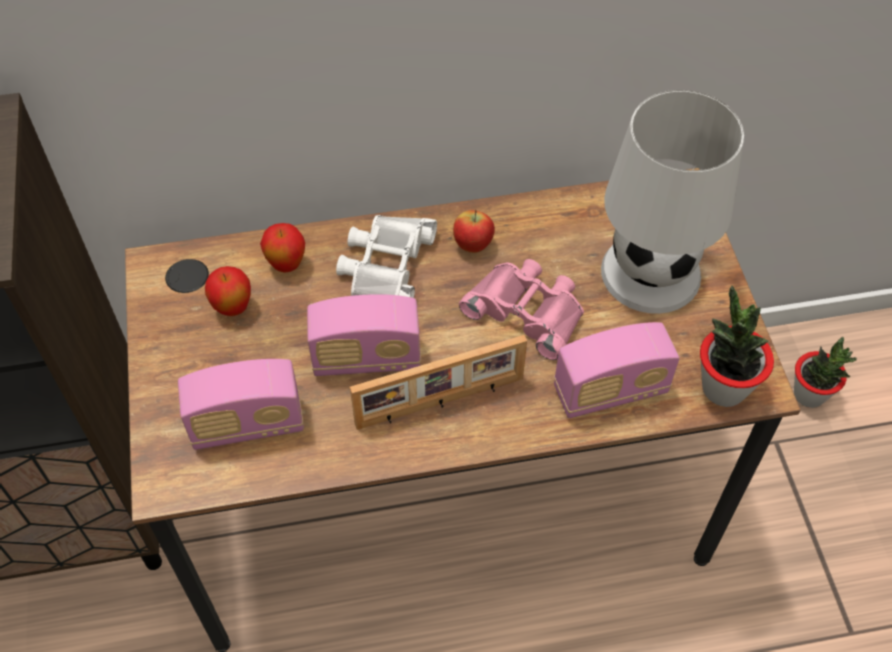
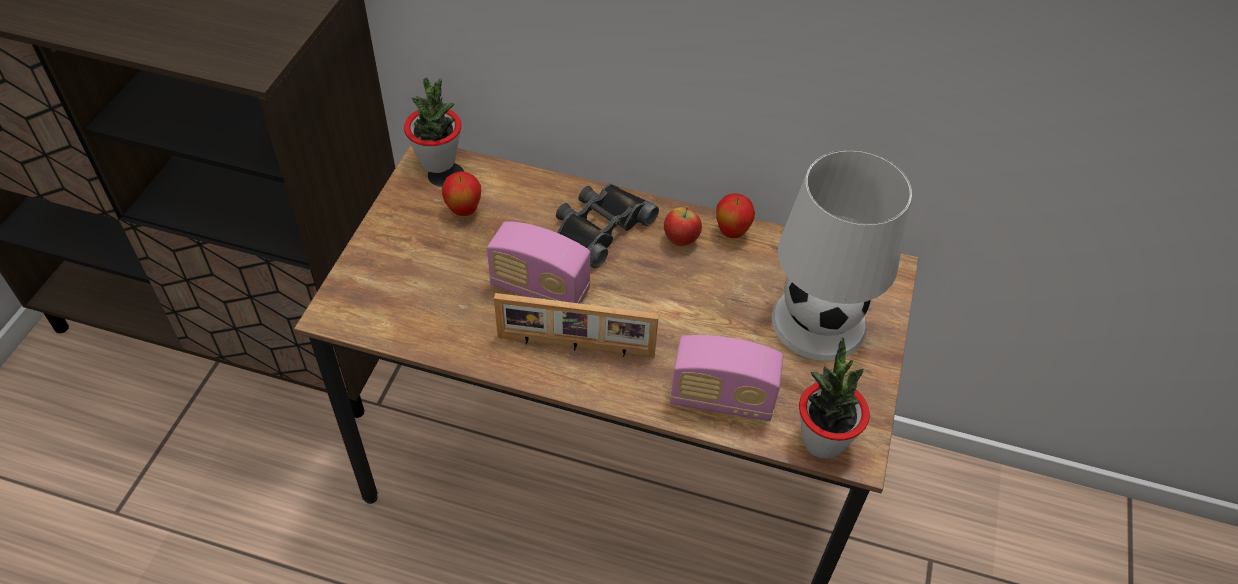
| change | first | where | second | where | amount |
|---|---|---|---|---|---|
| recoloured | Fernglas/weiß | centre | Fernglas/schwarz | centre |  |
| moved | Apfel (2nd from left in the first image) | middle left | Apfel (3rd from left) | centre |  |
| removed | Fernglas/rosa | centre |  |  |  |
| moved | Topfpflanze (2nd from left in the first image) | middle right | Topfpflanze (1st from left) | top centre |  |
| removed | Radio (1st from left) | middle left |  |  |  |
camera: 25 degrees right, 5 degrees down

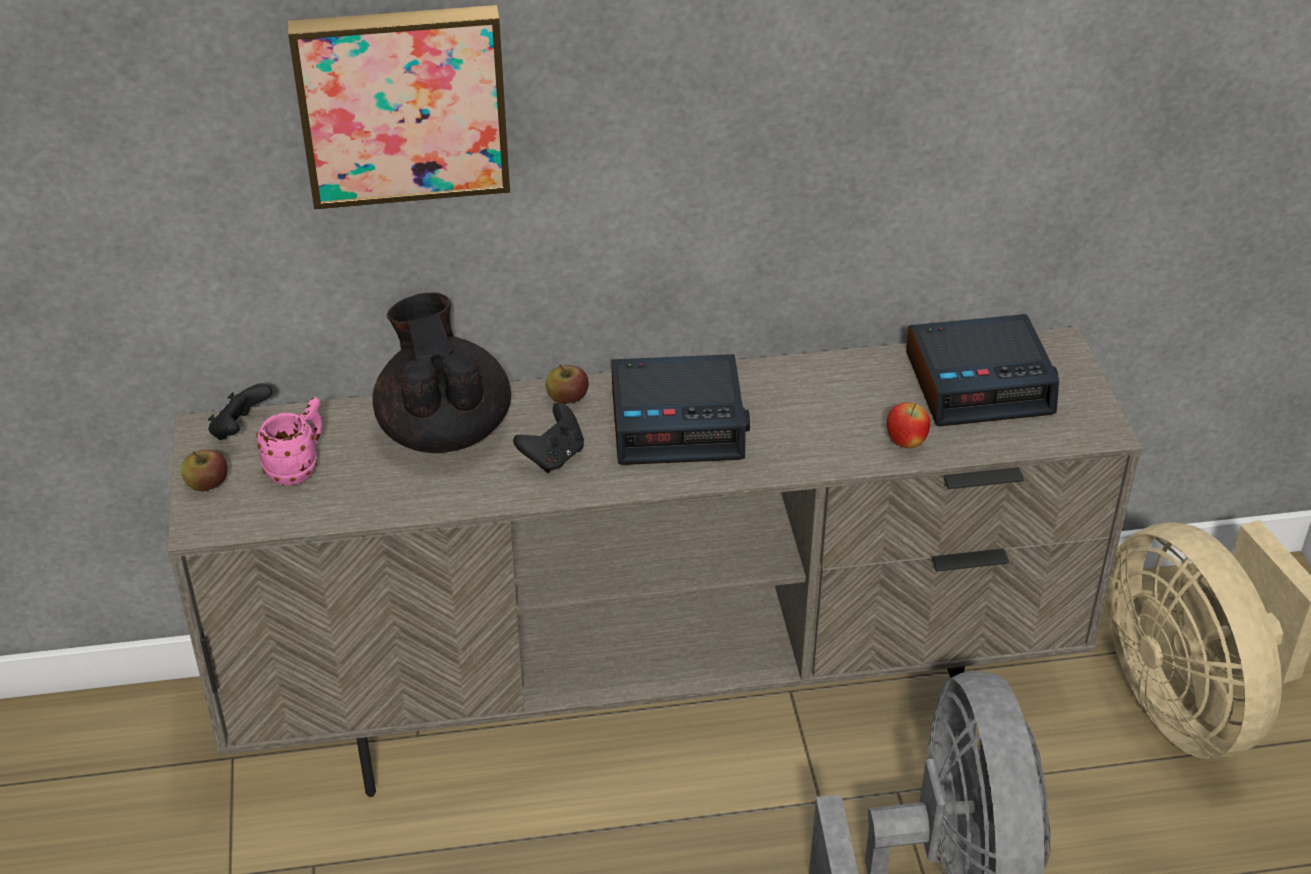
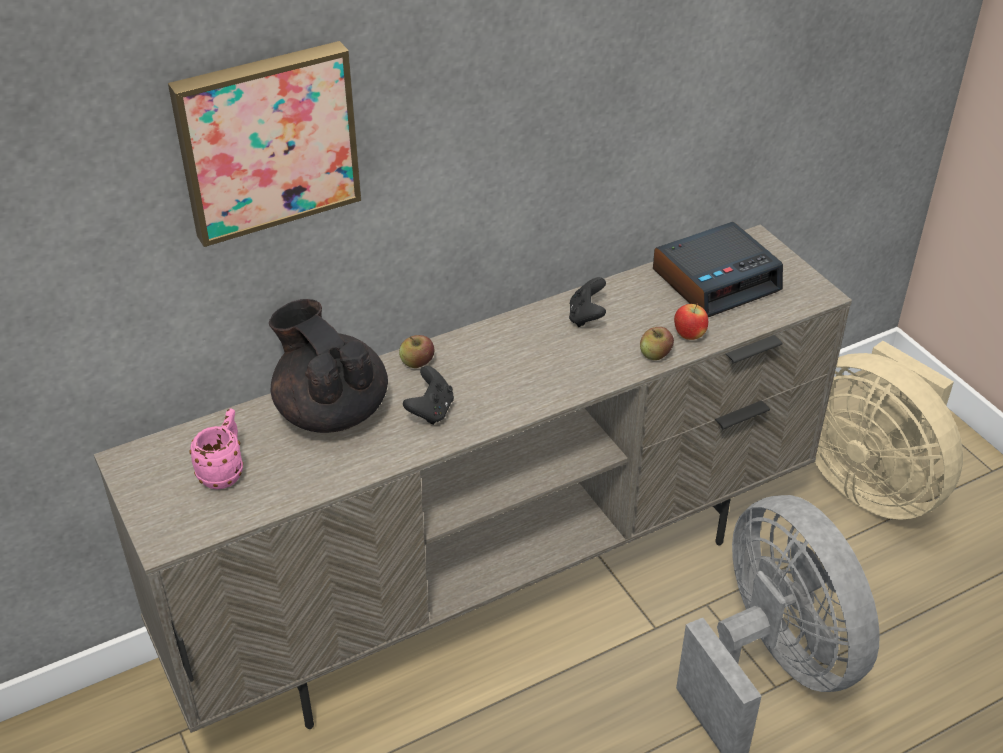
| change | first | where | second | where | amount |
|---|---|---|---|---|---|
| removed | Wecker (1st from left) | centre |  |  |  |
| moved | Gamepad/schwarz (1st from left in the first image) | middle left | Gamepad/schwarz (2nd from left) | centre |  |
| moved | Apfel (1st from left in the first image) | middle left | Apfel (2nd from left) | centre |  |
camera: 20 degrees left, 0 degrees up

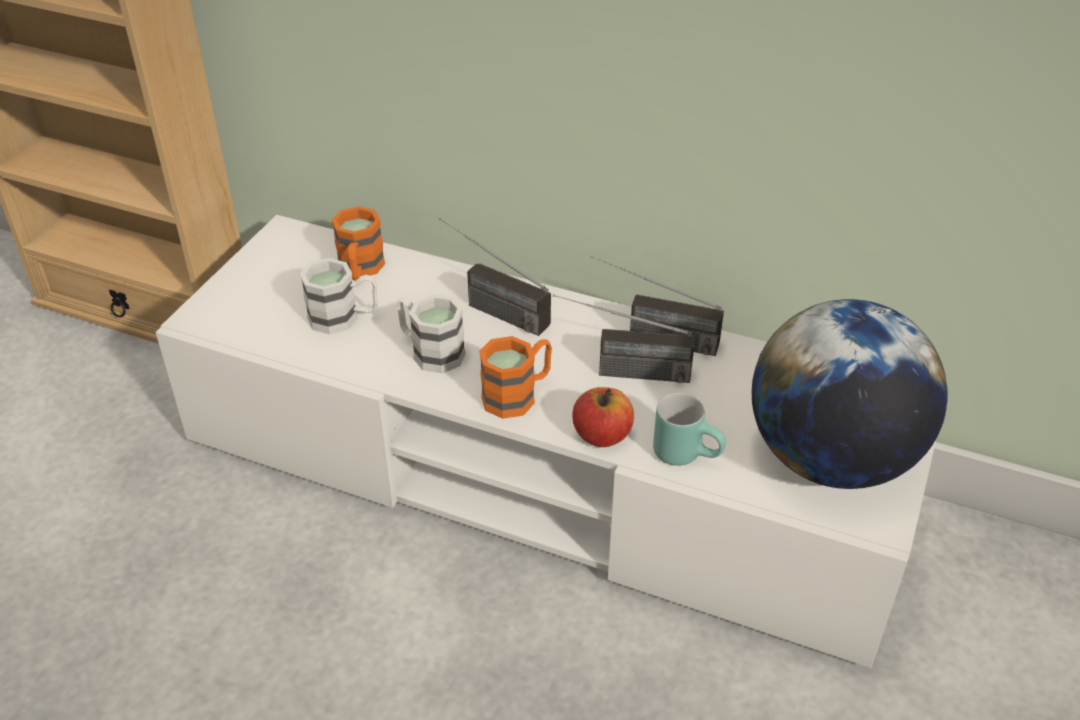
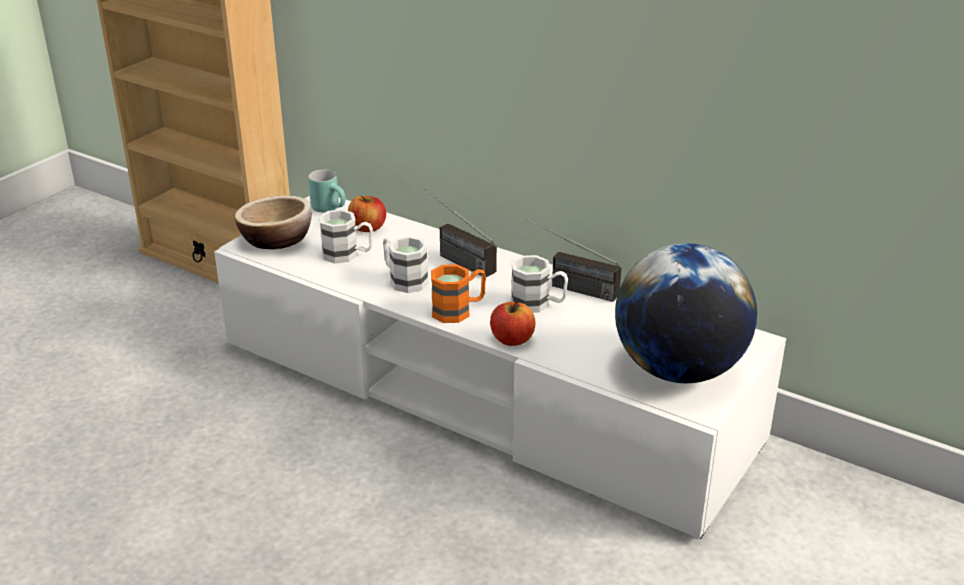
| change | first | where | second | where | amount |
|---|---|---|---|---|---|
| replaced | Henkelbecher/orange (1st from left) | middle left | Apfel (1st from left) | centre |  |
| replaced | Radio (2nd from left) | centre | Henkelbecher/weiß (3rd from left) | centre |  |
| moved | Henkelbecher/türkis | centre |  | top centre |  |
| added |  |  | Schüssel | middle left |  |
camera: 10 degrees right, 10 degrees down

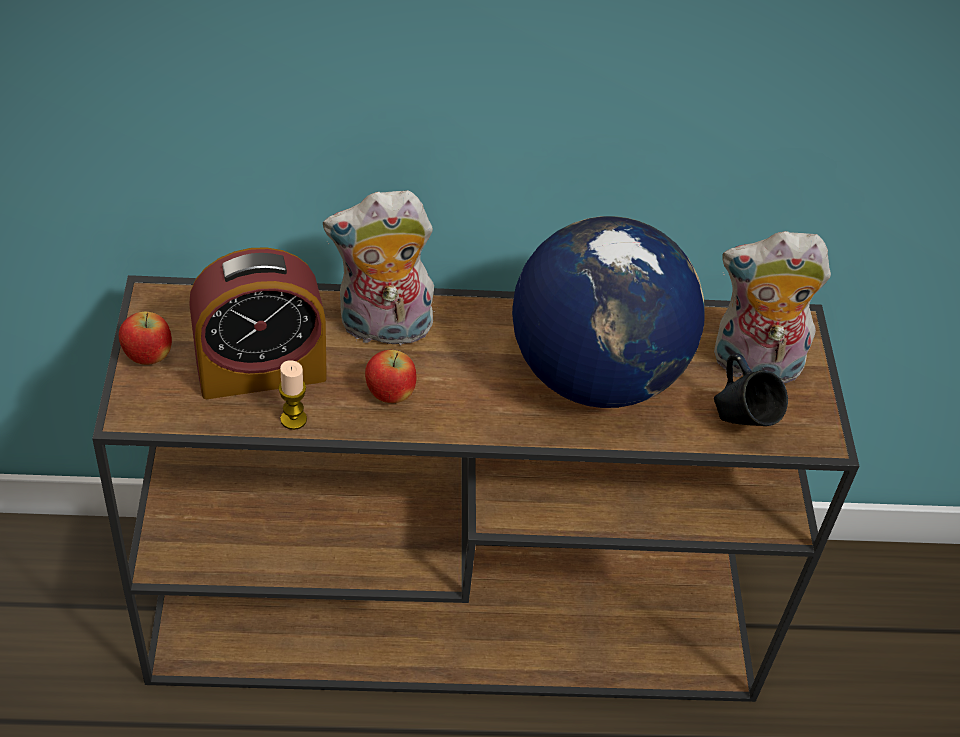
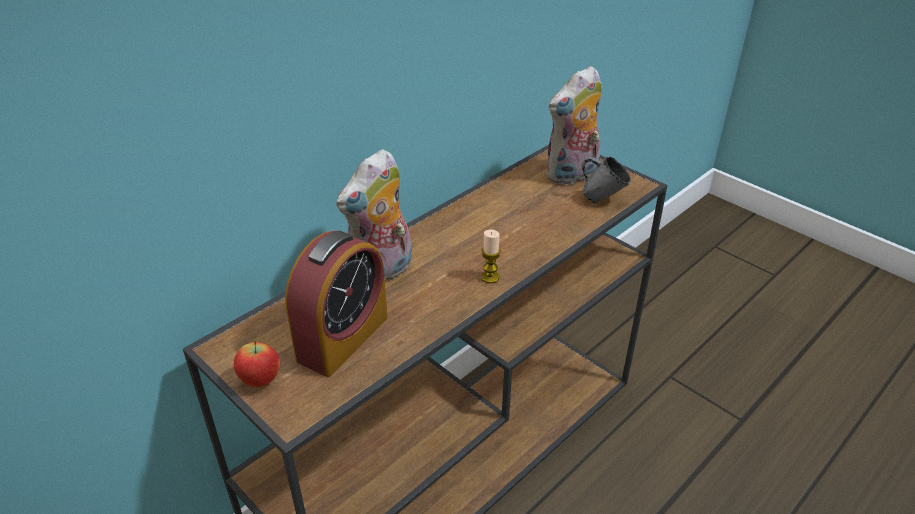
| change | first | where | second | where | amount |
|---|---|---|---|---|---|
| removed | Globus | centre |  |  |  |
| removed | Apfel (2nd from left) | centre |  |  |  |
| recoloured | Henkelbecher/blau | middle right | Henkelbecher/grau | centre |  |
| moved | Kerze | middle left |  | centre |  |
camera: 40 degrees left, 10 degrees down

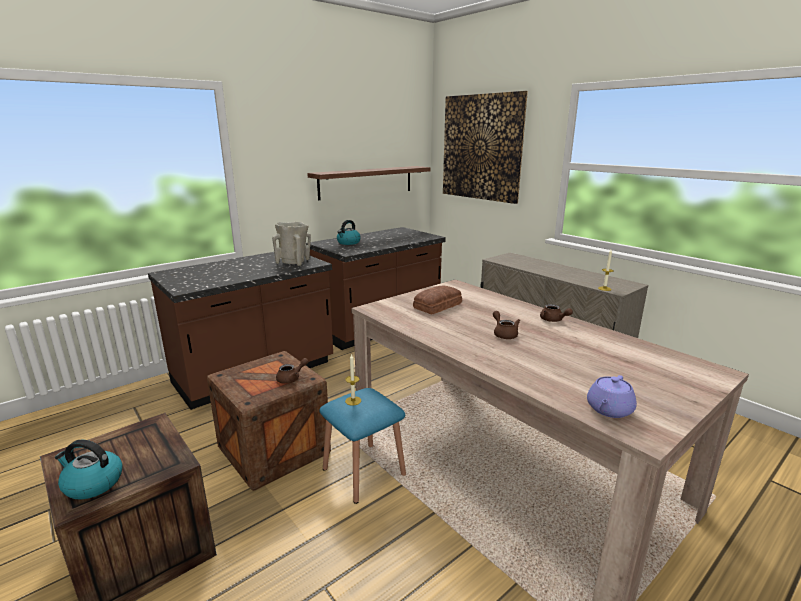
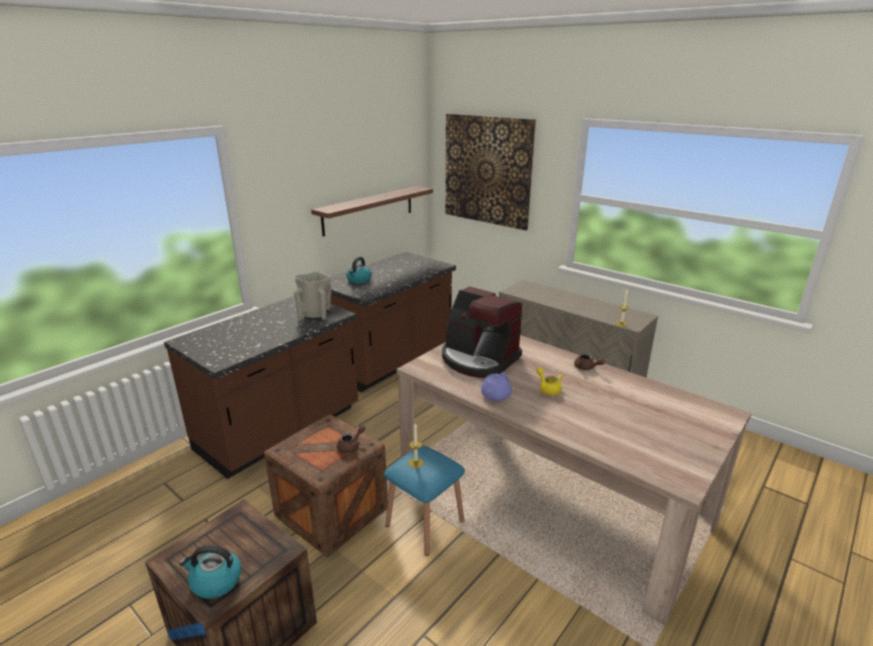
| change | first | where | second | where | amount |
|---|---|---|---|---|---|
| replaced | Brot | centre | Kaffeemaschine | centre |  |
| recoloured | Teekanne/braun (2nd from left) | centre | Teekanne/gelb | centre |  |
| moved | Teekanne/lila | middle right |  | centre |  |
camera: 10 degrees left, 5 degrees up

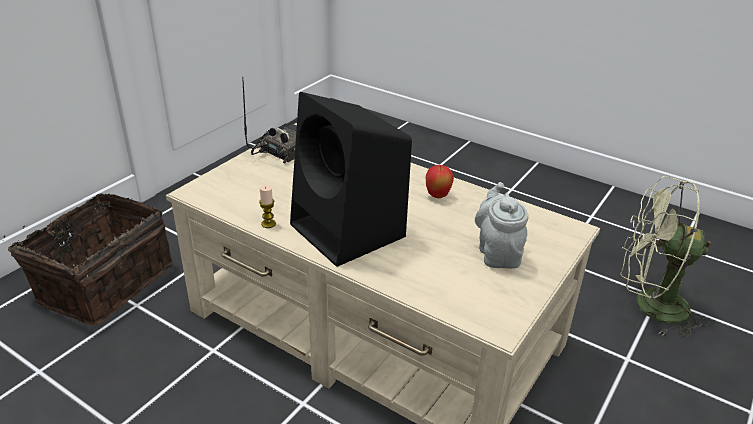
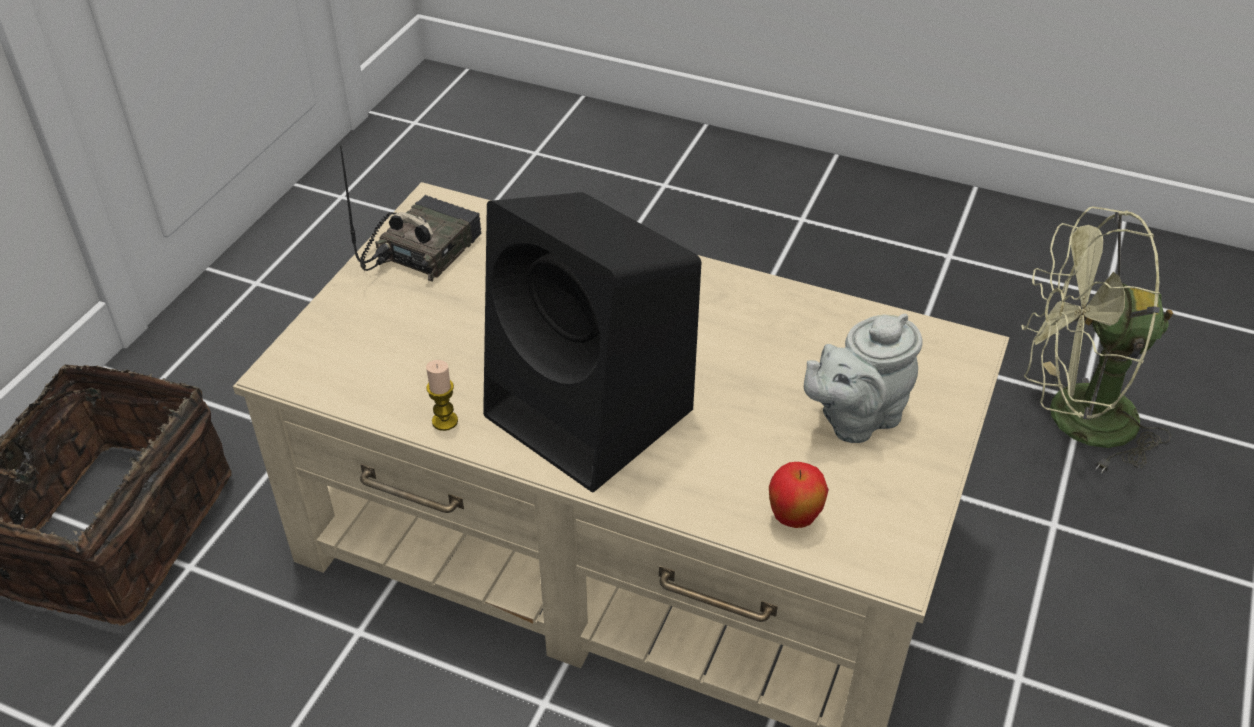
| change | first | where | second | where | amount |
|---|---|---|---|---|---|
| moved | Apfel | centre |  | bottom centre |  |
| turned | Teekanne/grau | centre |  | middle right | 105 degrees counterclockwise |
camera: 10 degrees left, 10 degrees up

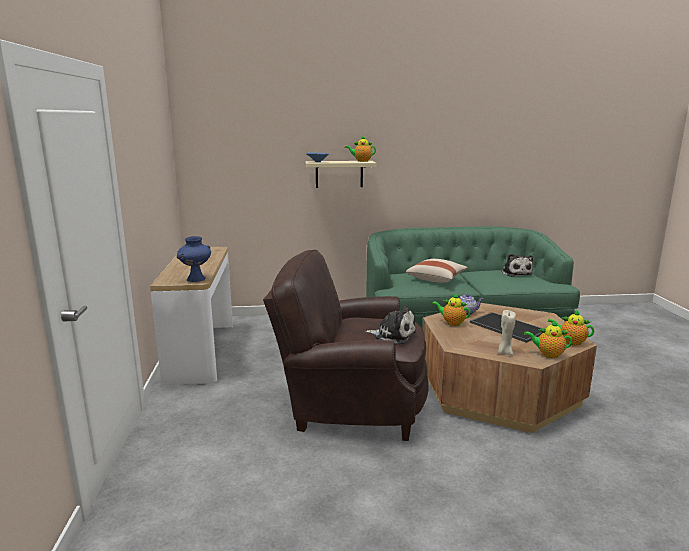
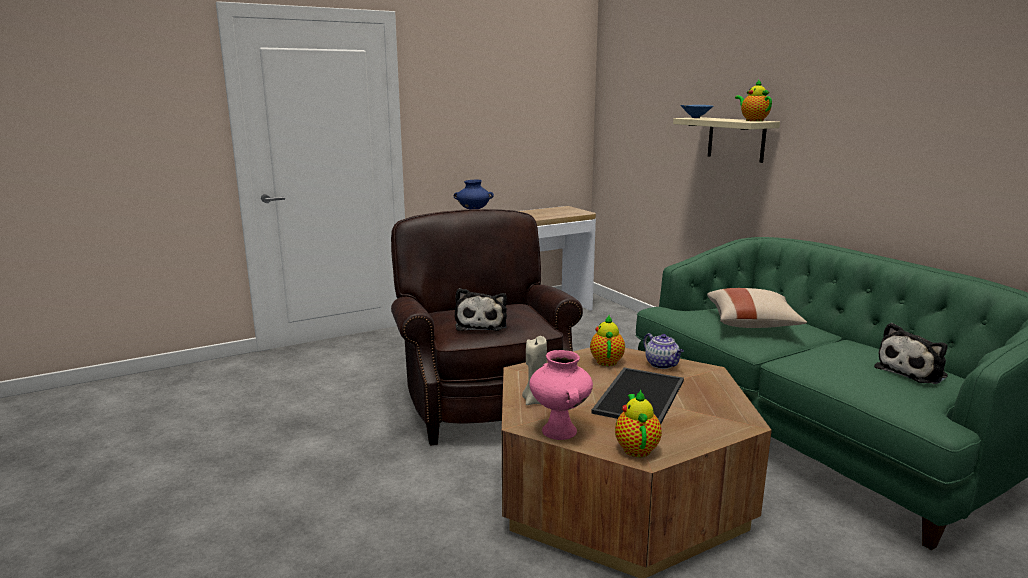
| change | first | where | second | where | amount |
|---|---|---|---|---|---|
| replaced | Teekanne (4th from left) | middle right | Vase/rosa | bottom centre |  |
camera: 65 degrees right, 0 degrees up

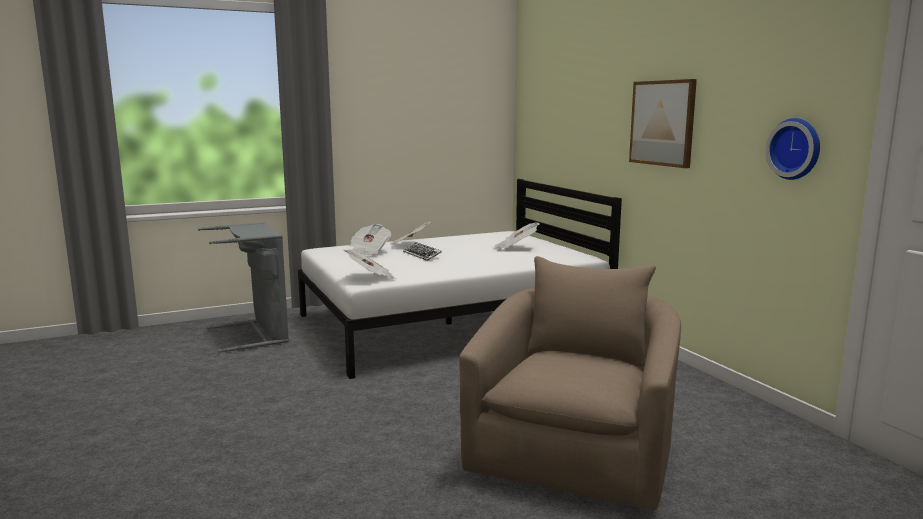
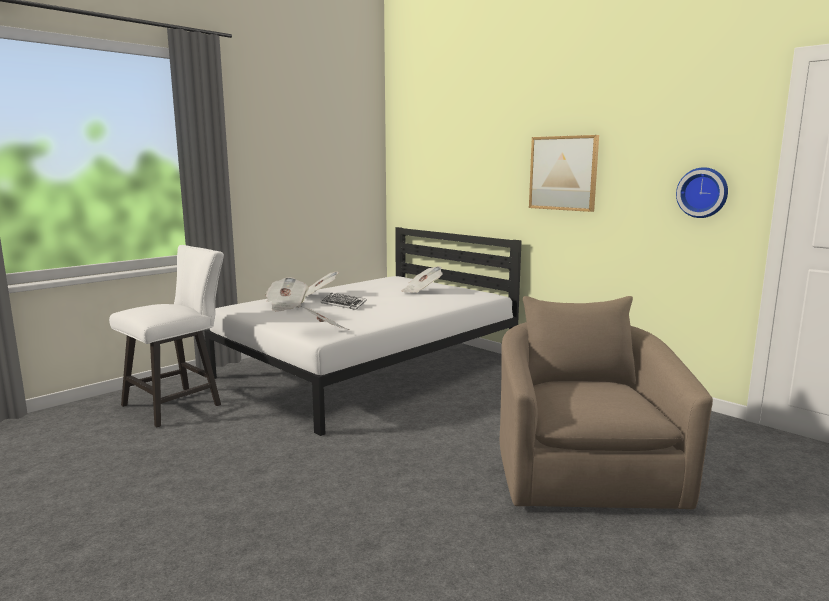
| change | first | where | second | where | amount |
|---|---|---|---|---|---|
| replaced | Wäschekorb/grau | middle left | Stuhl/weiß | middle left |  |
camera: 20 degrees left, 0 degrees up

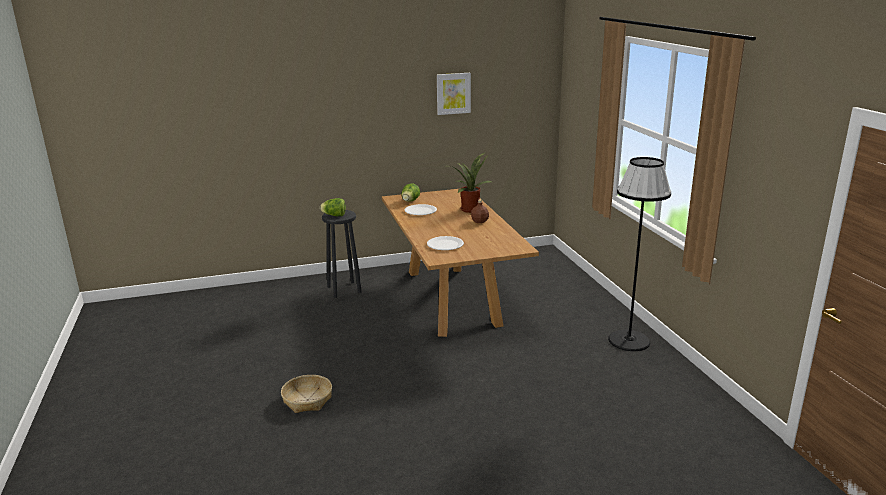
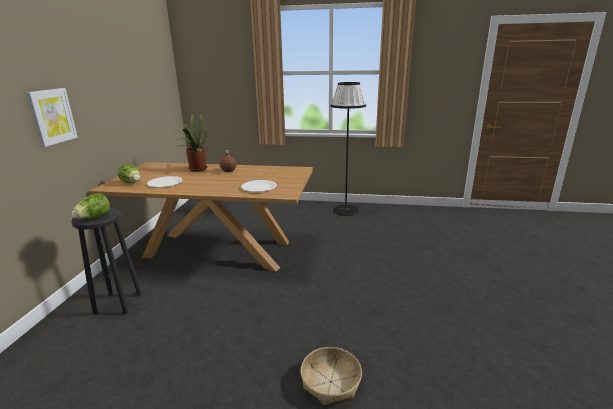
| change | first | where | second | where | amount |
|---|---|---|---|---|---|
| moved | Bild | top centre |  | top left |  |
camera: 65 degrees left, 0 degrees up

